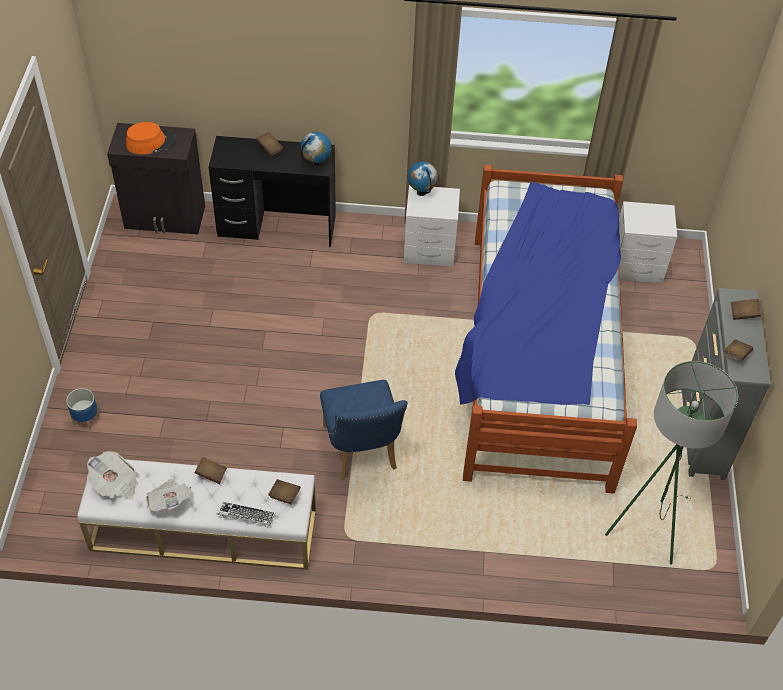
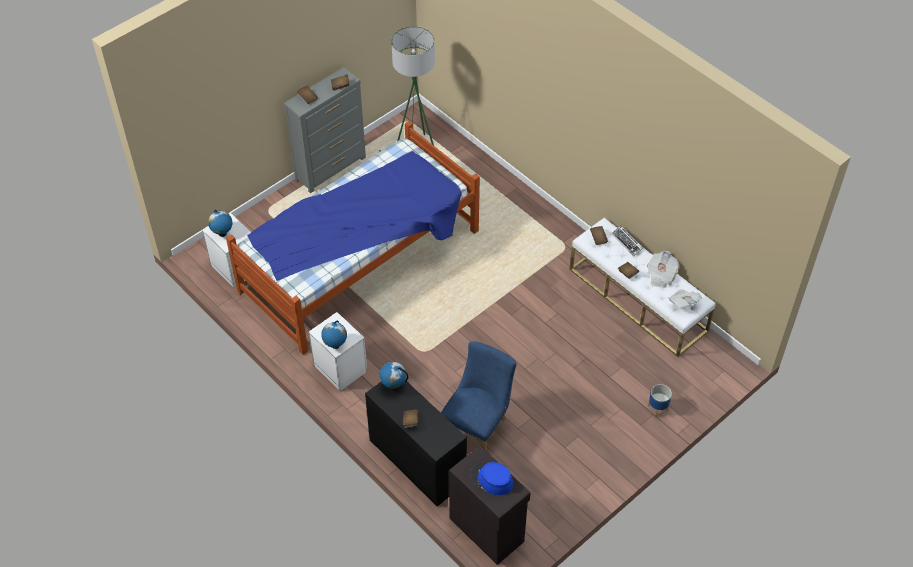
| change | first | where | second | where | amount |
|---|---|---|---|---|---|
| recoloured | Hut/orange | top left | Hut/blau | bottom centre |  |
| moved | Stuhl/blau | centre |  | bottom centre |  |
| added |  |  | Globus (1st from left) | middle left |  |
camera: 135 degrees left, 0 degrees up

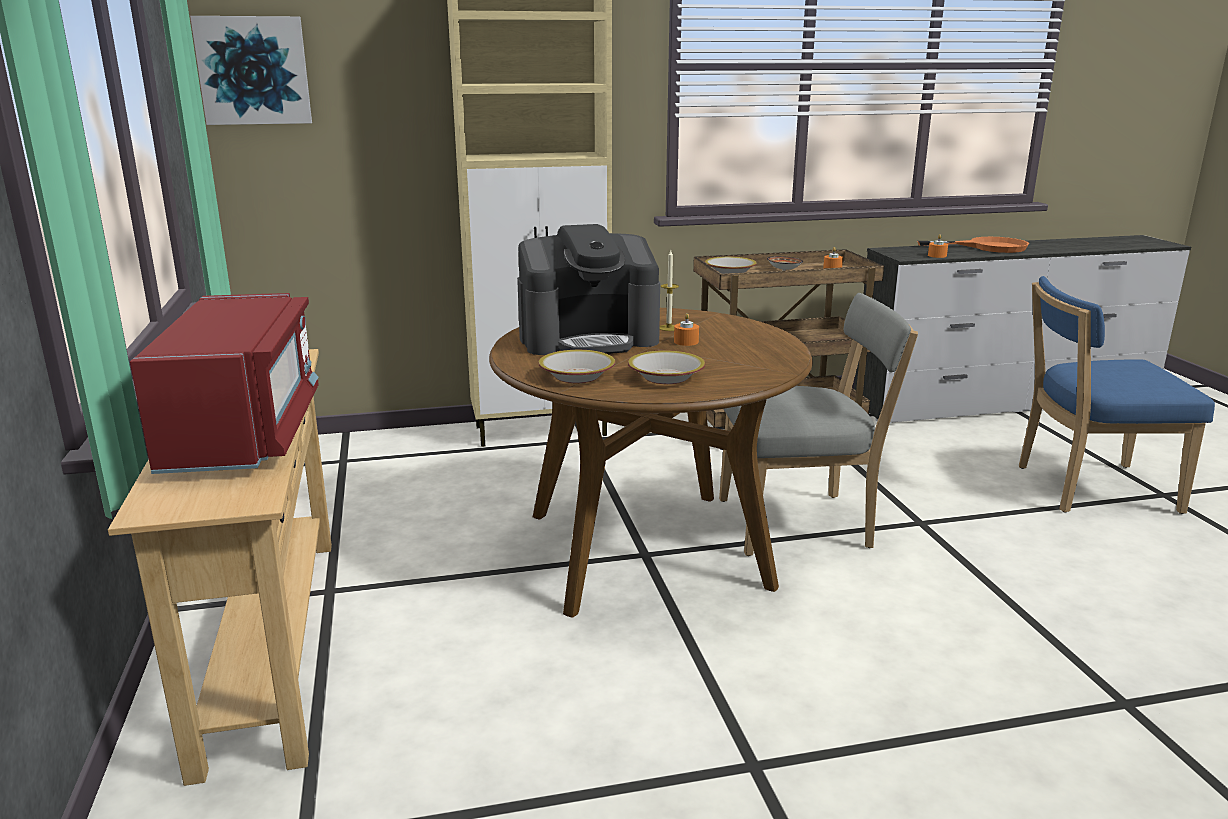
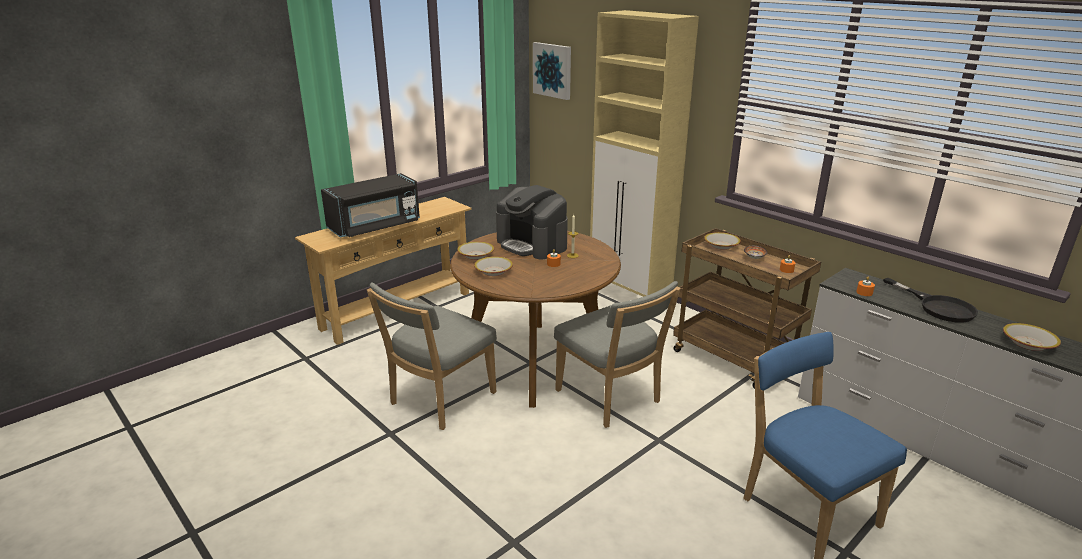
| change | first | where | second | where | amount |
|---|---|---|---|---|---|
| recoloured | Pfanne/orange | top right | Pfanne/schwarz | middle right |  |
| recoloured | Mikrowelle/rot | middle left | Mikrowelle/schwarz | centre |  |
| added |  |  | Stuhl/grau (1st from left) | centre |  |
| added |  |  | Schüssel (5th from left) | middle right |  |
camera: 60 degrees right, 5 degrees up

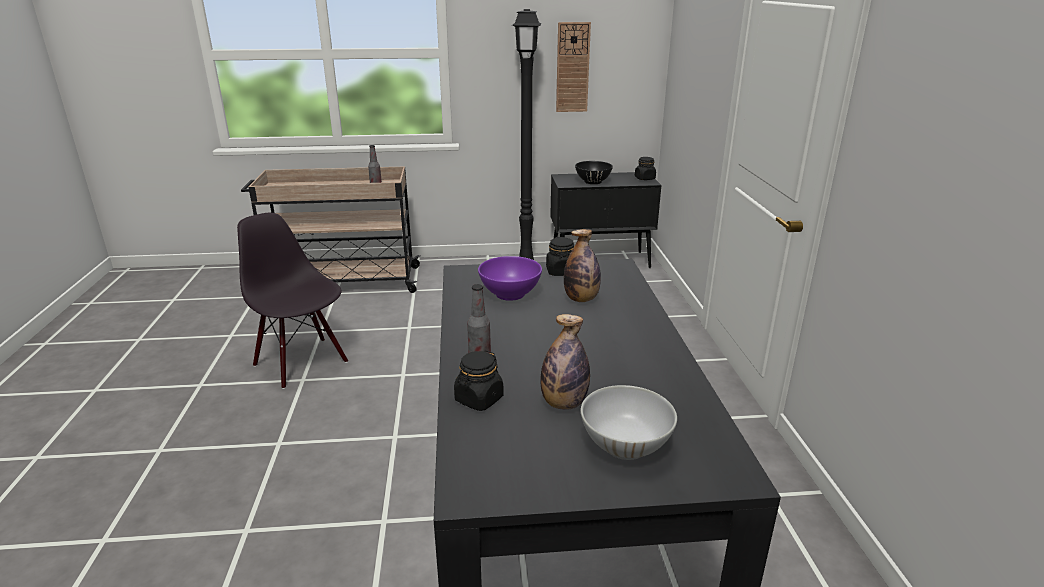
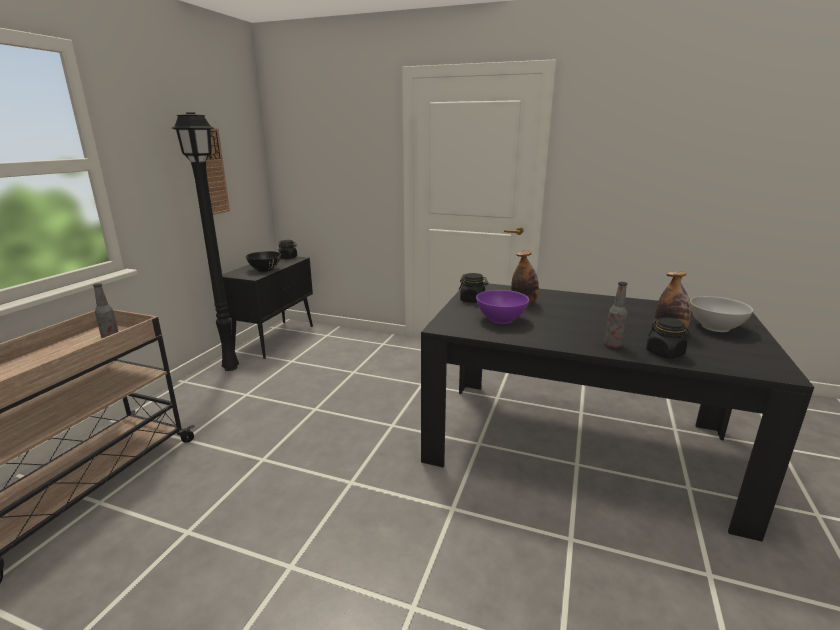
| change | first | where | second | where | amount |
|---|---|---|---|---|---|
| removed | Stuhl/schwarz | middle left |  |  |  |
camera: 65 degrees left, 5 degrees down

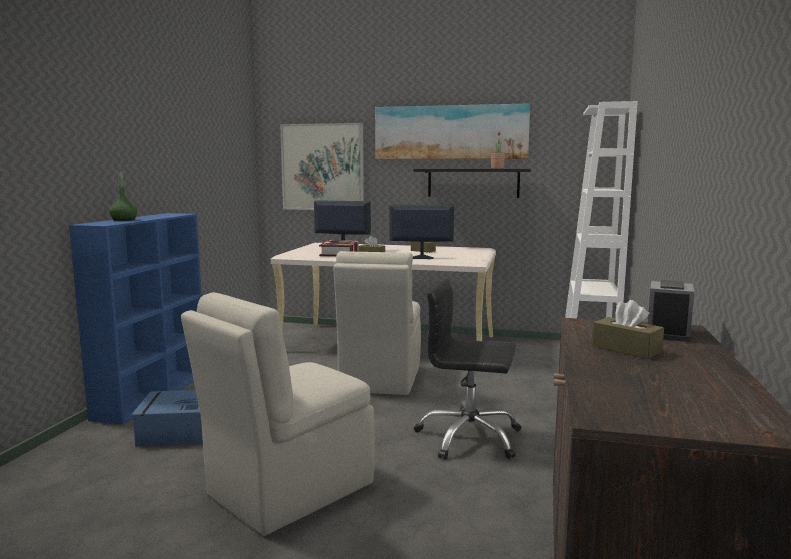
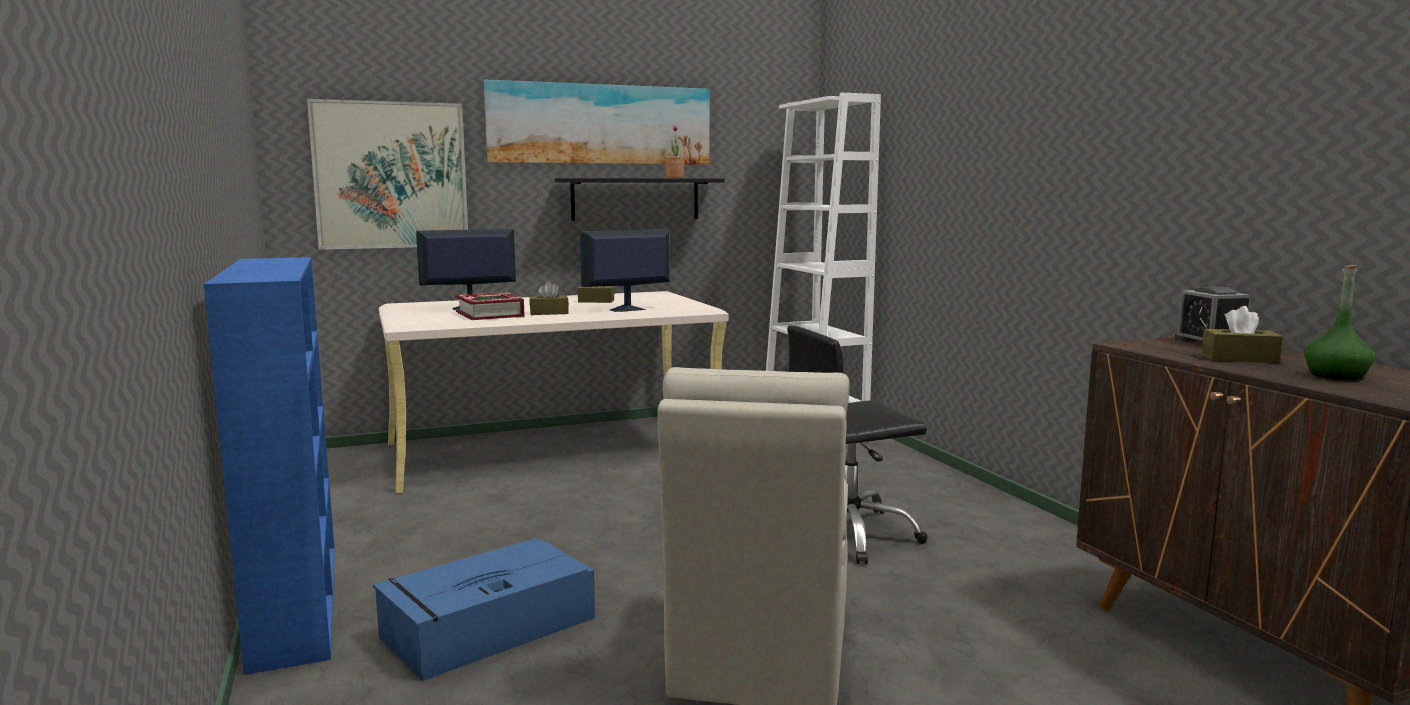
| change | first | where | second | where | amount |
|---|---|---|---|---|---|
| moved | Flasche/grün | middle left |  | middle right |  |
| removed | Stuhl/beige (2nd from left) | centre |  |  |  |
camera: 35 degrees left, 0 degrees up

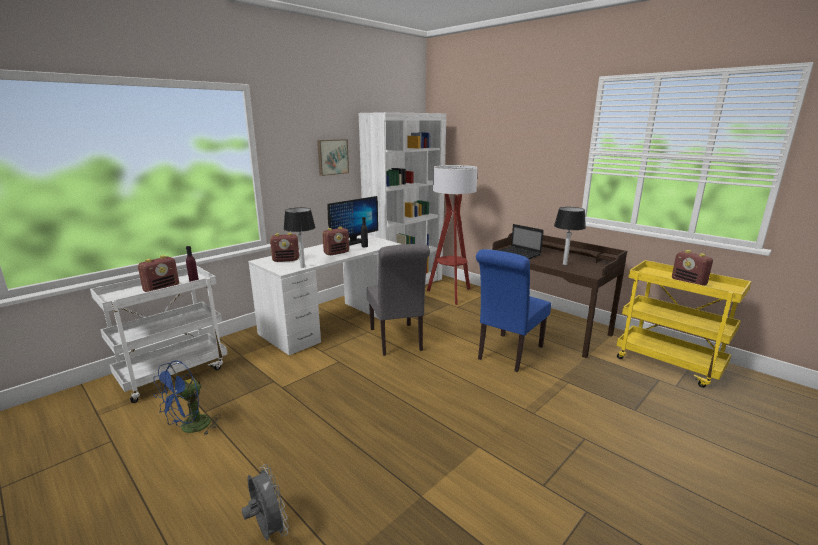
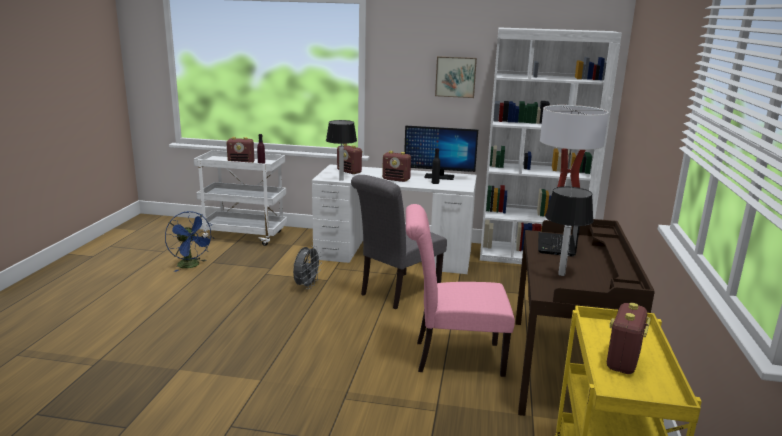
| change | first | where | second | where | amount |
|---|---|---|---|---|---|
| recoloured | Stuhl/blau | centre | Stuhl/rosa | centre |  |
| turned | Ventilator/blau | bottom left |  | middle left | 135 degrees counterclockwise |
| moved | Ventilator/grau | bottom left |  | centre |  |
camera: 55 degrees right, 0 degrees up

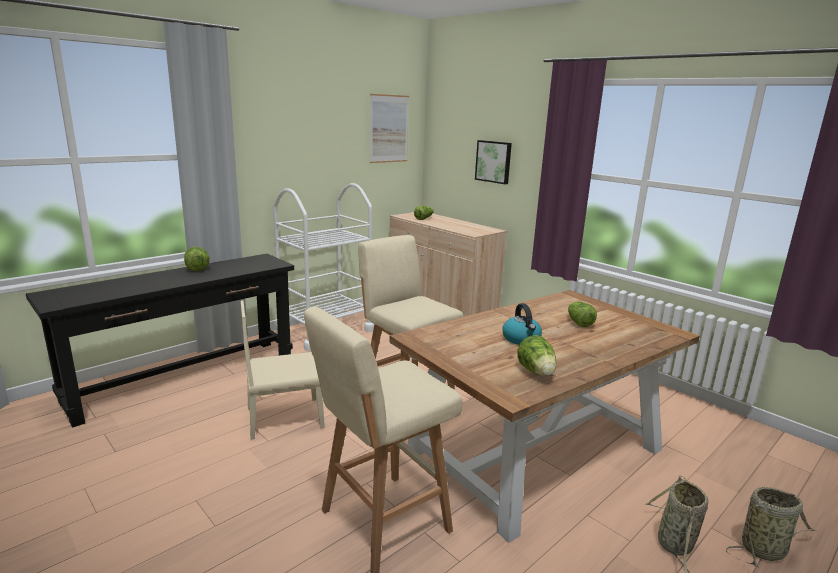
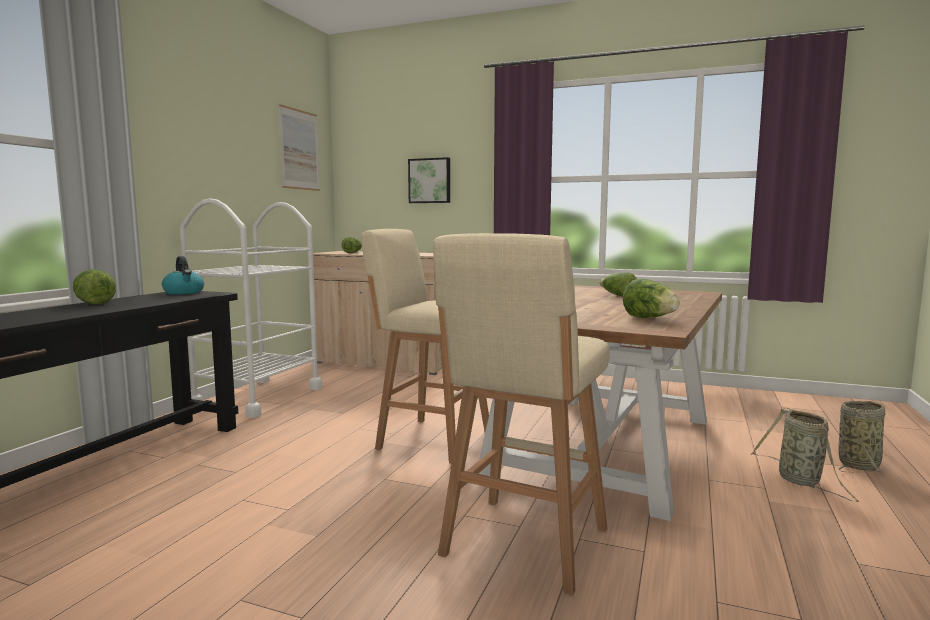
| change | first | where | second | where | amount |
|---|---|---|---|---|---|
| removed | Stuhl/beige | centre |  |  |  |
| moved | Wasserkessel | centre |  | middle left |  |
camera: 25 degrees left, 10 degrees down

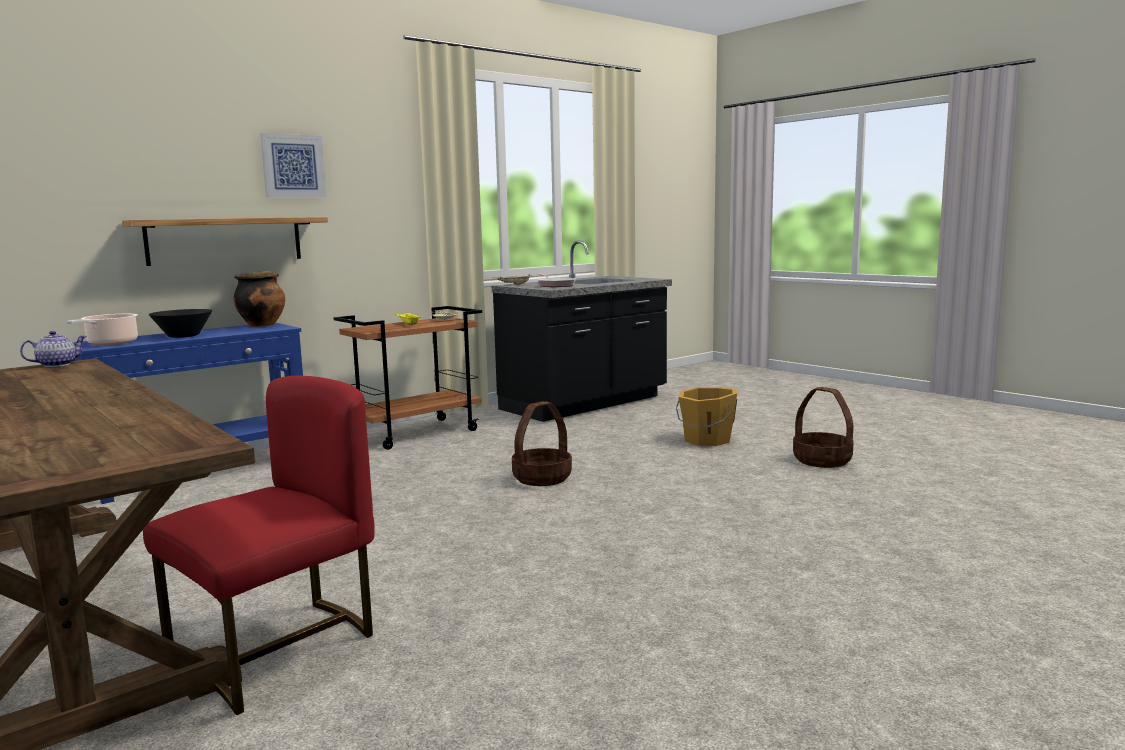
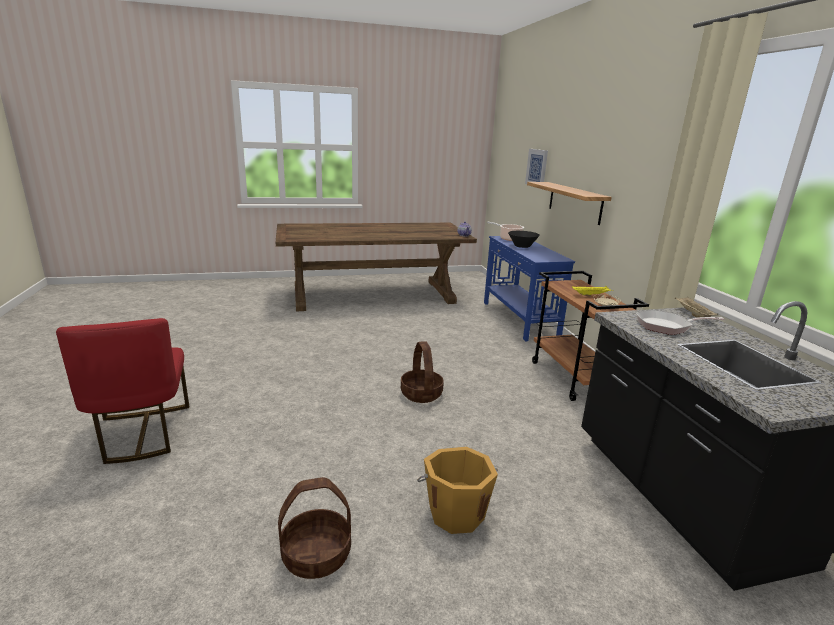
| change | first | where | second | where | amount |
|---|---|---|---|---|---|
| moved | Bild | top left |  | top centre |  |
| removed | Kochtopf (2nd from left) | middle left |  |  |  |
| moved | Stuhl/rot | bottom left |  | middle left |  |
camera: 115 degrees right, 10 degrees up

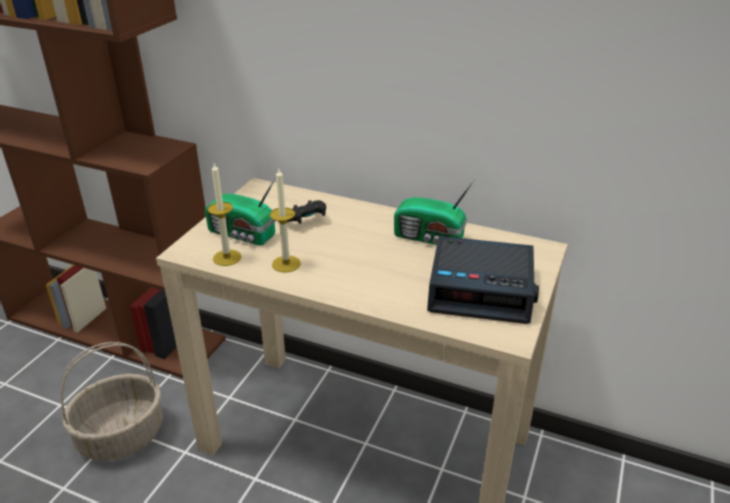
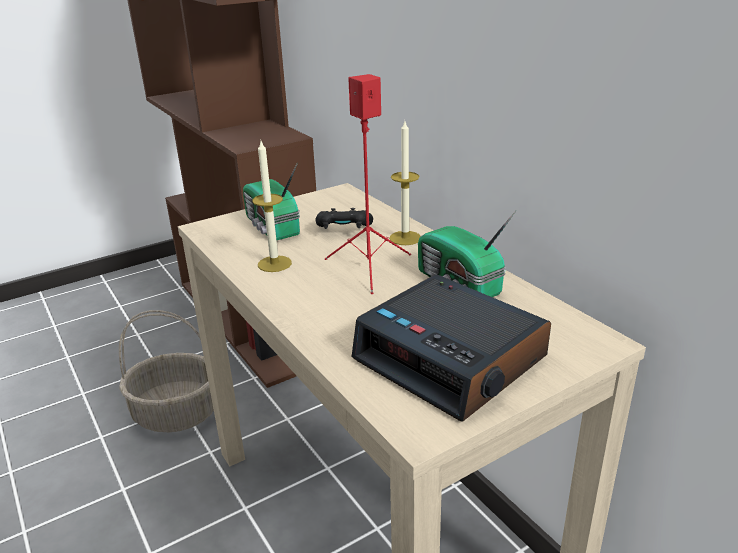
| change | first | where | second | where | amount |
|---|---|---|---|---|---|
| moved | Kerze (1st from left in the first image) | middle left | Kerze (2nd from left) | top centre |  |
| added |  |  | Lautsprecher/rot | top centre |  |
camera: 35 degrees right, 5 degrees down

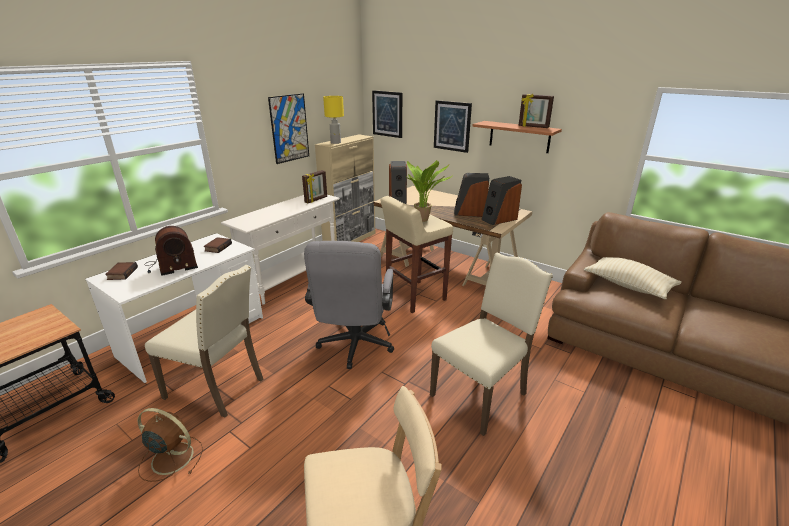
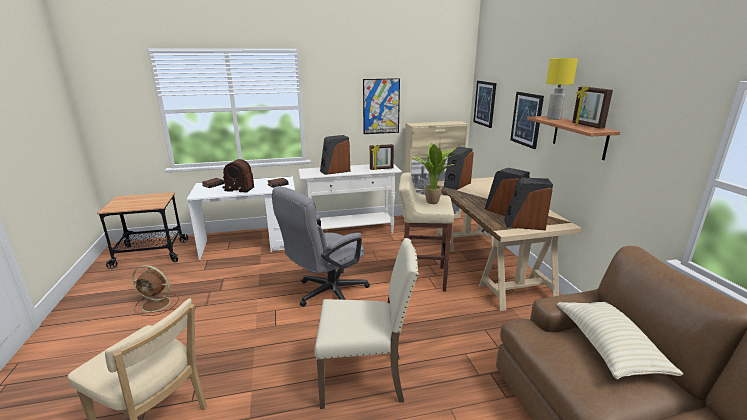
| change | first | where | second | where | amount |
|---|---|---|---|---|---|
| moved | Tischlampe/gelb | top centre |  | top right |  |
| removed | Stuhl/beige (1st from left) | middle left |  |  |  |
| turned | Ventilator/braun | bottom left |  | bottom left | 135 degrees clockwise |
| added |  |  | Lautsprecher (1st from left) | centre |  |
camera: 40 degrees right, 5 degrees down

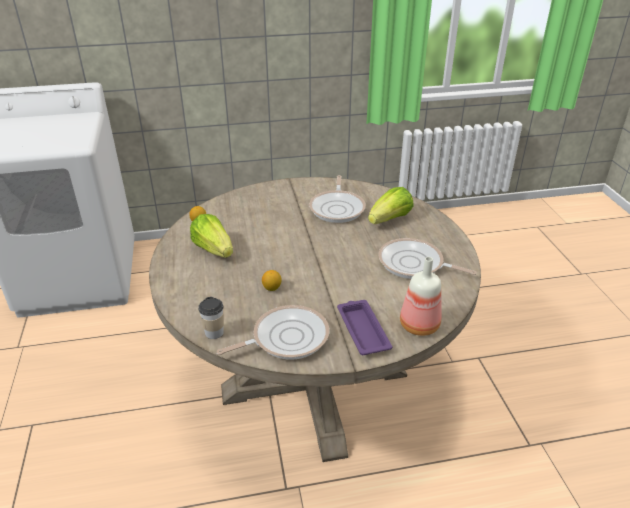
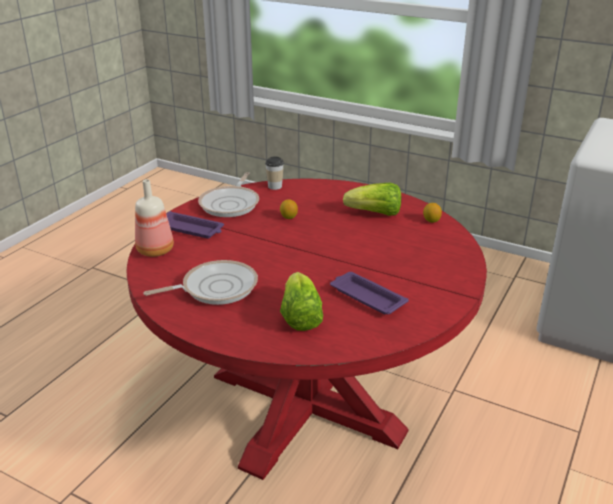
| change | first | where | second | where | amount |
|---|---|---|---|---|---|
| replaced | Pfanne (2nd from left) | centre | Tablett/lila (2nd from left) | centre |  |
| recoloured | Esstisch/beige | centre | Esstisch/rot | centre |  |
camera: 130 degrees right, 5 degrees down

